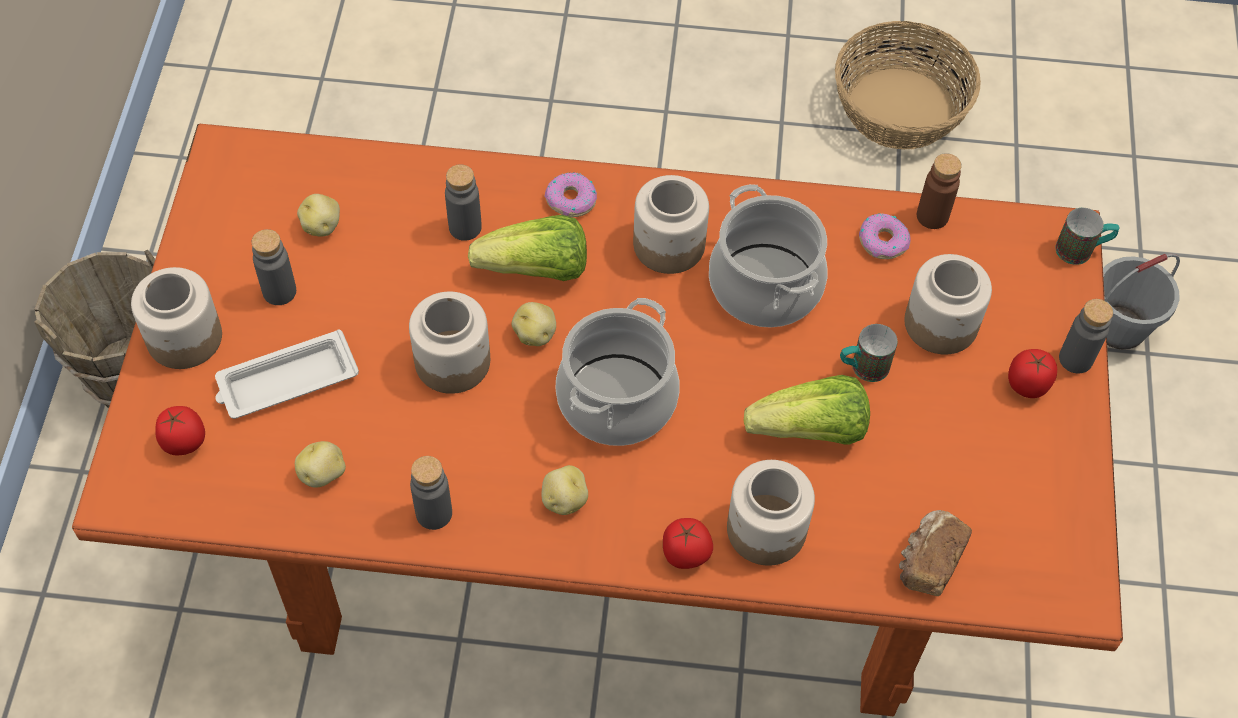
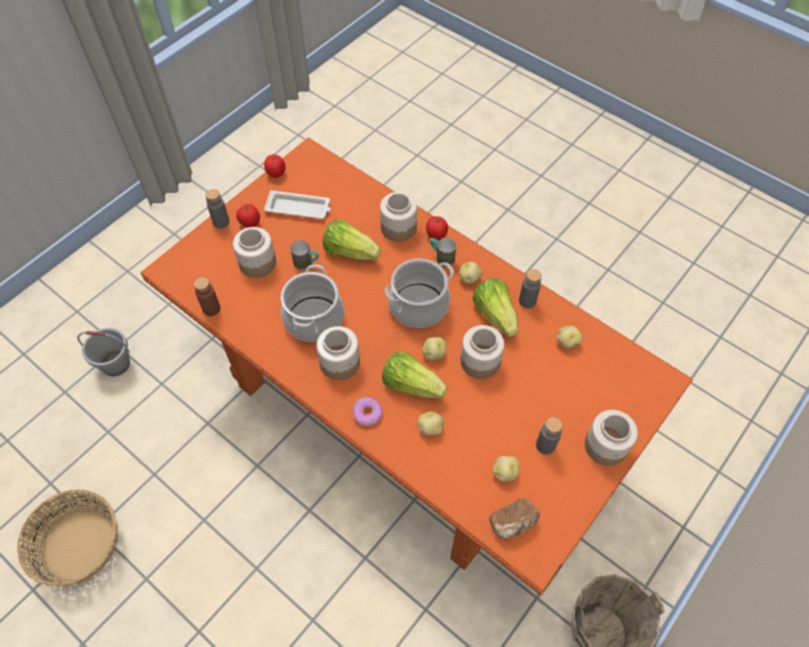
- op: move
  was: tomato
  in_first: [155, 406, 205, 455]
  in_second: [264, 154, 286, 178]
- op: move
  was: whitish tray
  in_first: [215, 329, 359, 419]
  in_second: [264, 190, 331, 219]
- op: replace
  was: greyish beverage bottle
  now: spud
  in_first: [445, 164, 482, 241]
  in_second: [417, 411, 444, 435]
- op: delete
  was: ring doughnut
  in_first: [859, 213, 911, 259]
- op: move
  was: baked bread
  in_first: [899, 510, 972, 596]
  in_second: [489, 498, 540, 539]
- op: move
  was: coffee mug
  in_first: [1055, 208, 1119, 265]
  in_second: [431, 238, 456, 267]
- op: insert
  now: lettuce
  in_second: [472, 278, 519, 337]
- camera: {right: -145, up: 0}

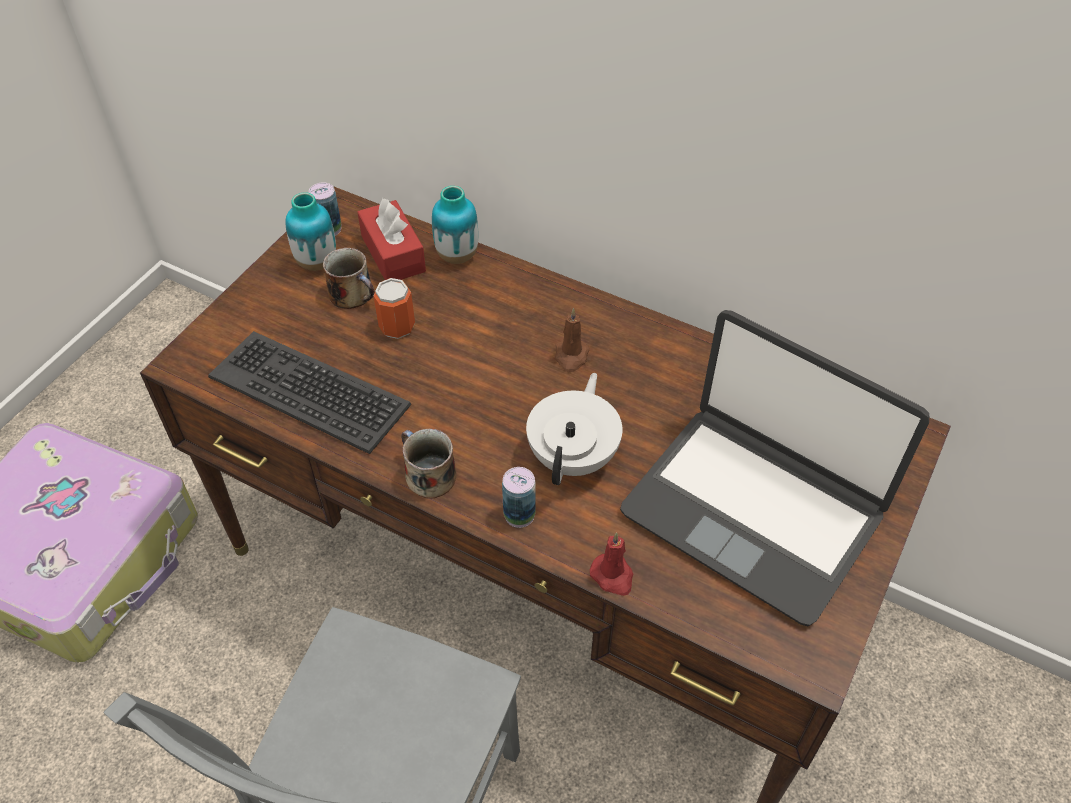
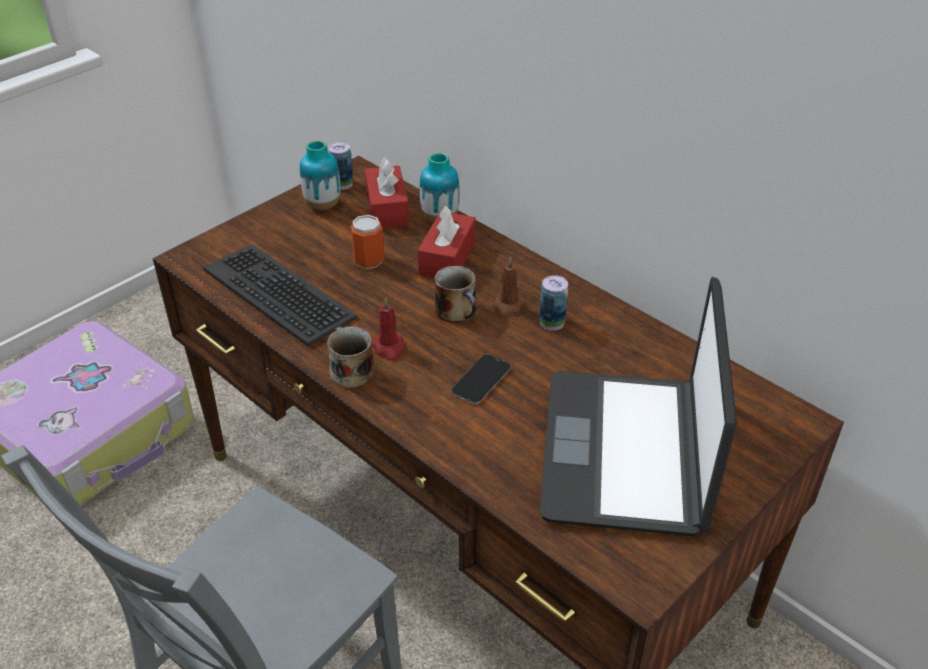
- op: move
  was: coffee mug
  in_first: [323, 248, 375, 309]
  in_second: [435, 266, 477, 323]
- op: move
  was: sealed can
  in_first: [502, 467, 536, 528]
  in_second: [539, 275, 568, 331]
- op: replace
  was: whitish pot for tea
  now: telephone
  in_first: [526, 373, 623, 485]
  in_second: [451, 355, 510, 404]
- op: move
  was: red candle
  in_first: [590, 532, 634, 596]
  in_second: [371, 297, 405, 361]
- op: rotate
  was: notebook computer
  in_first: [620, 310, 929, 626]
  in_second: [540, 277, 737, 536]
  clockwise: 45
- op: insert
  now: red tissue holder
  in_second: [418, 206, 476, 279]
- camera: {right: 15, up: -10}

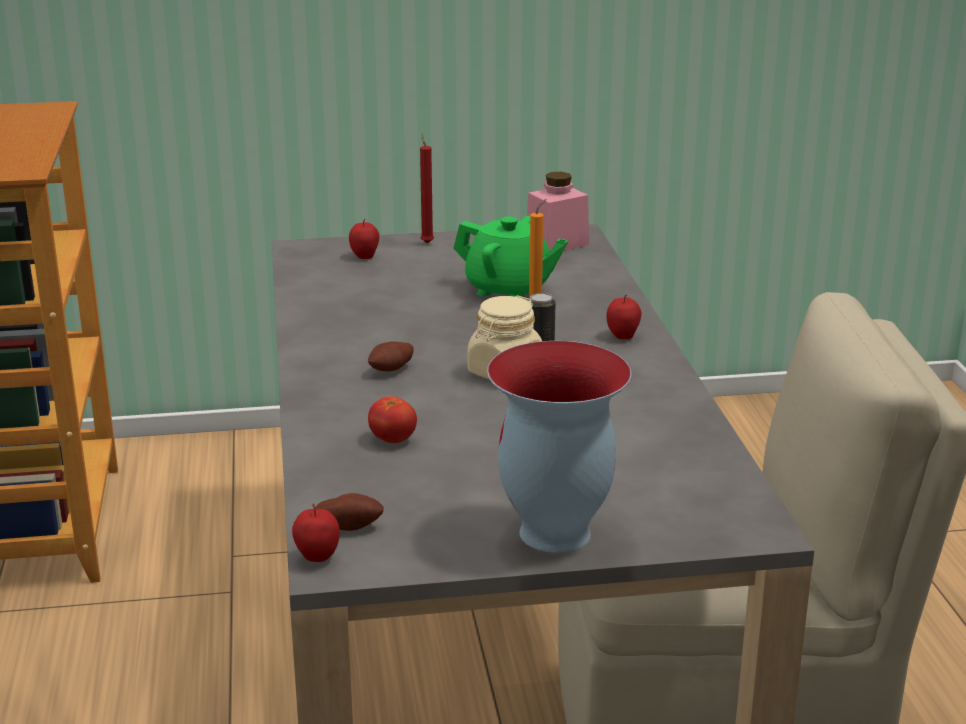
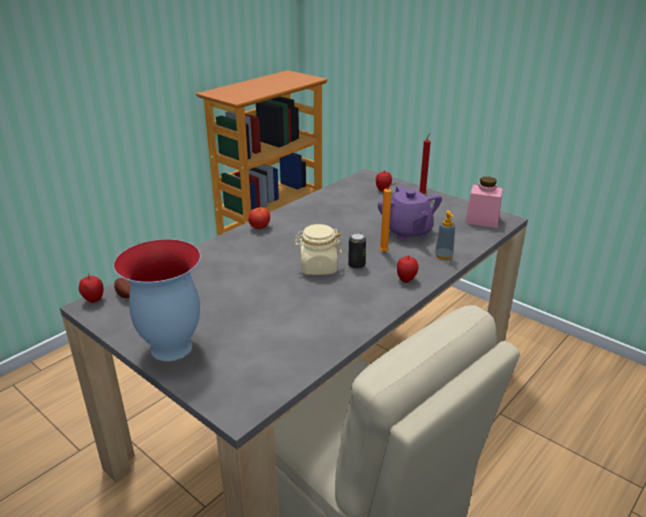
- op: delete
  was: spud
  in_first: [368, 342, 414, 371]
- op: move
  was: tomato
  in_first: [368, 396, 417, 443]
  in_second: [248, 207, 270, 229]
- op: recolor
  was: green-coloured pot for tea
  now: purple pot for tea
  in_first: [453, 215, 568, 297]
  in_second: [378, 185, 442, 240]
- op: insert
  now: soap dispenser
  in_second: [435, 210, 456, 259]
- camera: {right: 50, up: 5}

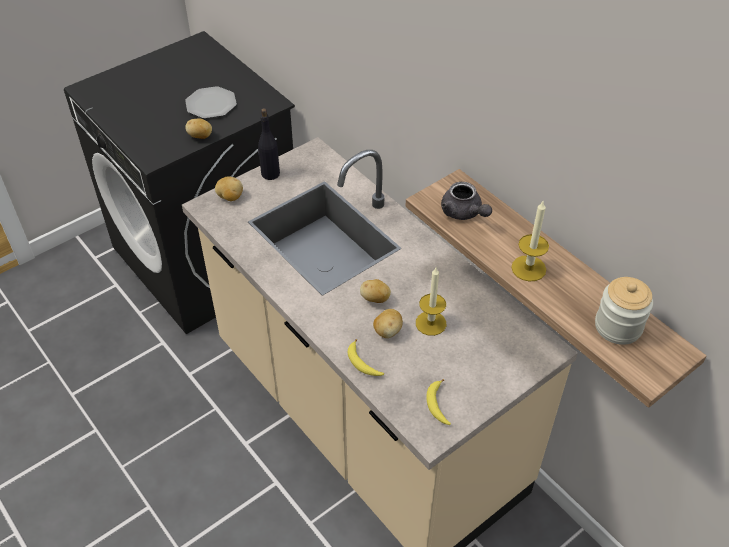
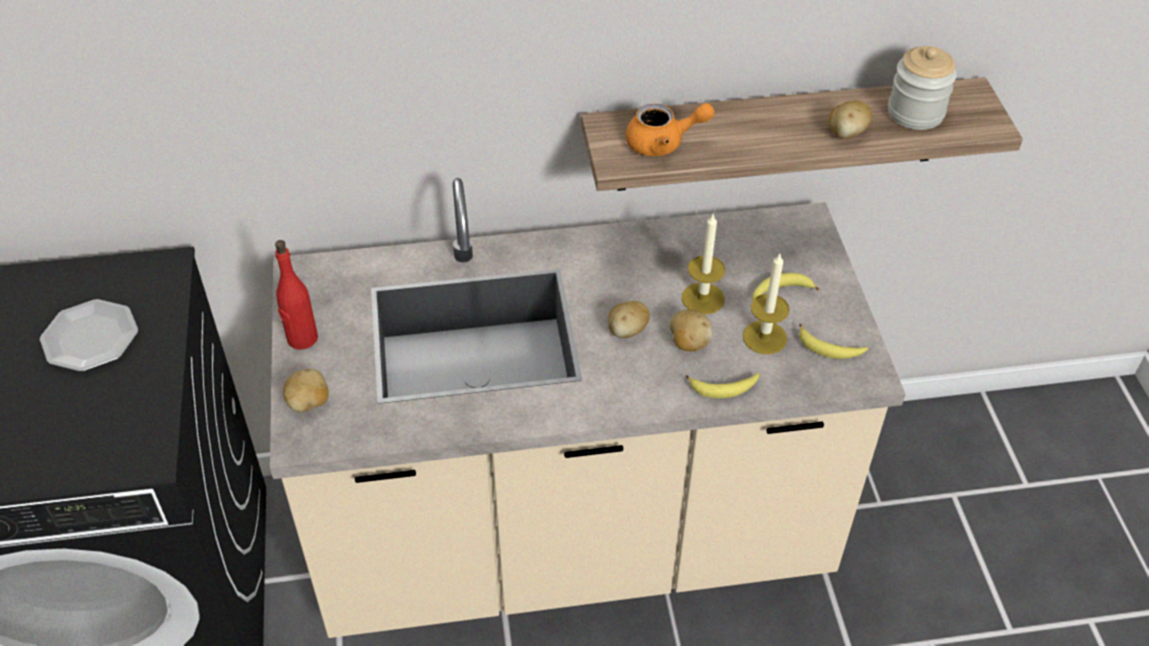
- op: move
  was: spud
  in_first: [185, 118, 212, 139]
  in_second: [828, 100, 872, 139]
- op: recolor
  was: blackish beverage bottle
  now: red beverage bottle
  in_first: [258, 108, 280, 180]
  in_second: [275, 240, 318, 350]
- op: recolor
  was: greyish pot for tea
  now: orange-coloured pot for tea
  in_first: [441, 182, 492, 220]
  in_second: [626, 103, 715, 156]
- op: move
  was: candle
  in_first: [511, 201, 549, 282]
  in_second: [743, 254, 789, 354]
- op: insert
  now: whole banana
  in_second: [752, 273, 819, 299]
- camera: {right: -60, up: 0}

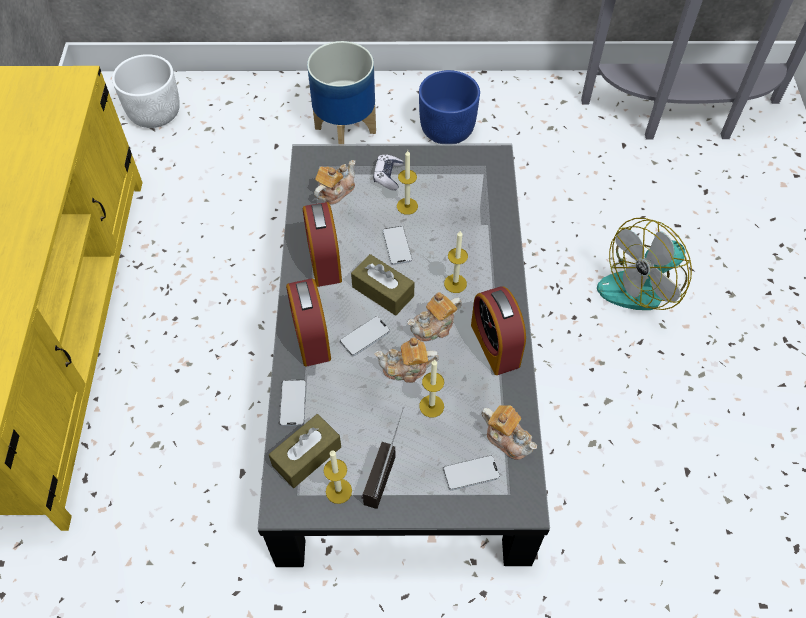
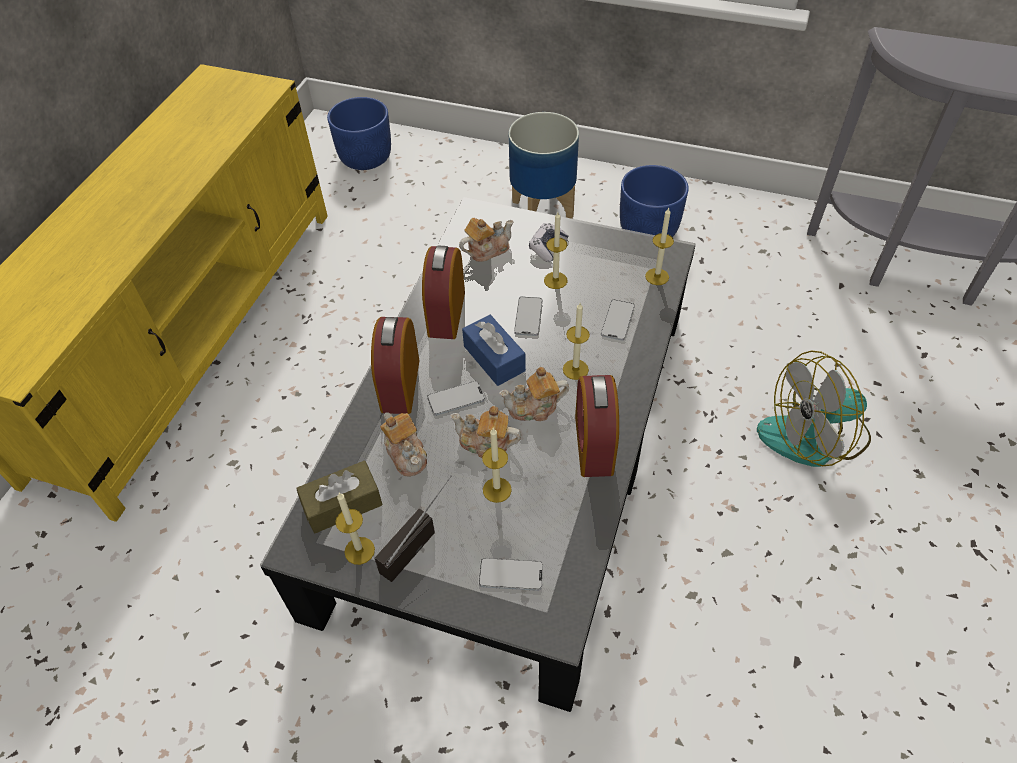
- op: recolor
  was: whitish planter
  now: blue-coloured planter
  in_first: [112, 54, 180, 128]
  in_second: [327, 97, 391, 170]
- op: move
  was: telephone
  in_first: [279, 380, 306, 426]
  in_second: [601, 299, 635, 341]
- op: recolor
  was: brown-coloured tissue holder
  now: blue-coloured tissue holder
  in_first: [351, 254, 414, 316]
  in_second: [462, 315, 526, 386]
- op: move
  was: pot for tea
  in_first: [481, 405, 537, 460]
  in_second: [380, 412, 427, 477]
- op: insert
  now: candle
  in_second: [645, 208, 674, 285]
- camera: {right: 20, up: -5}

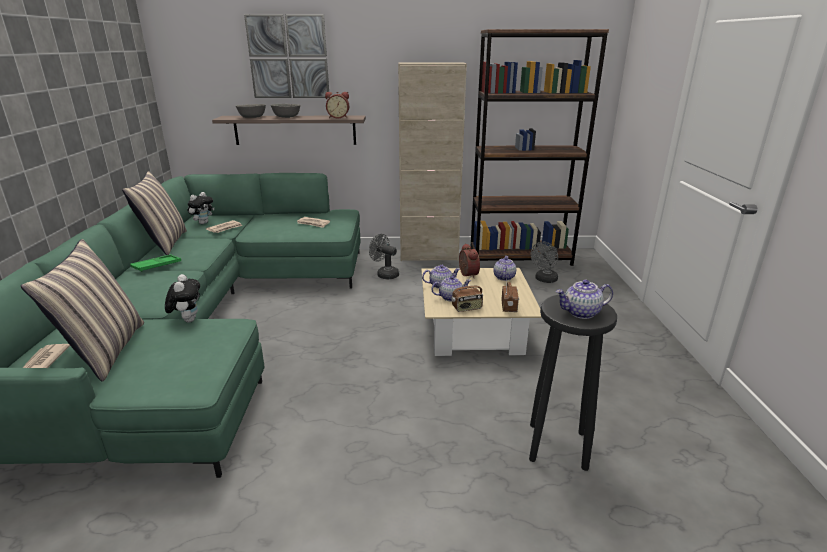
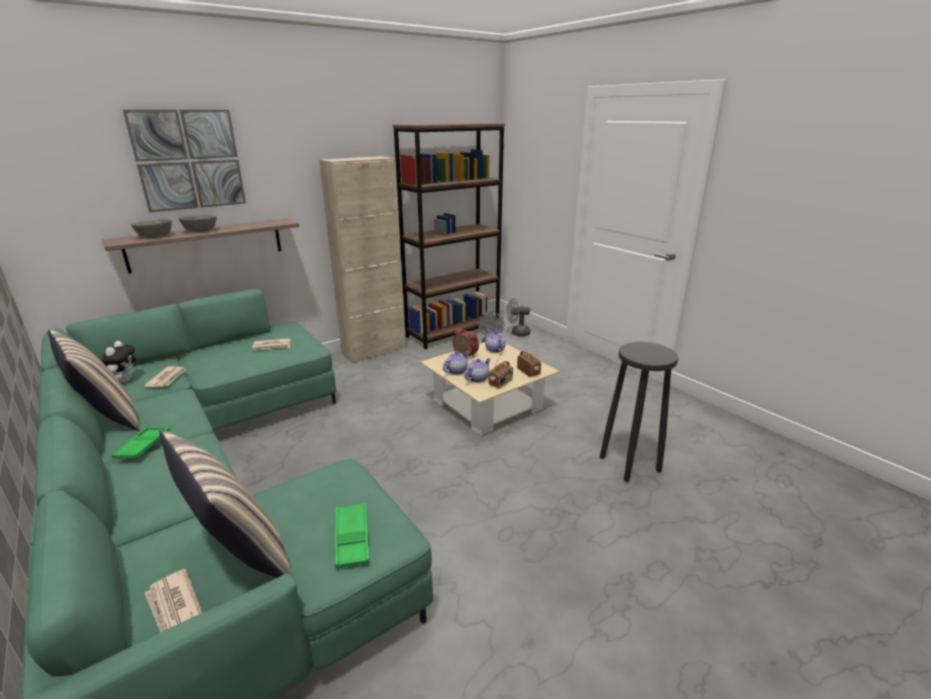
- op: delete
  was: cuddly toy
  in_first: [165, 274, 200, 323]
- op: delete
  was: table clock
  in_first: [325, 92, 349, 118]
- op: move
  was: greyish cooling fan
  in_first: [369, 234, 399, 280]
  in_second: [507, 299, 530, 336]
- op: delete
  was: pot for tea
  in_first: [556, 280, 613, 319]
- op: insert
  now: green-coloured tray
  in_second: [335, 503, 370, 568]
- camera: {right: -35, up: 0}

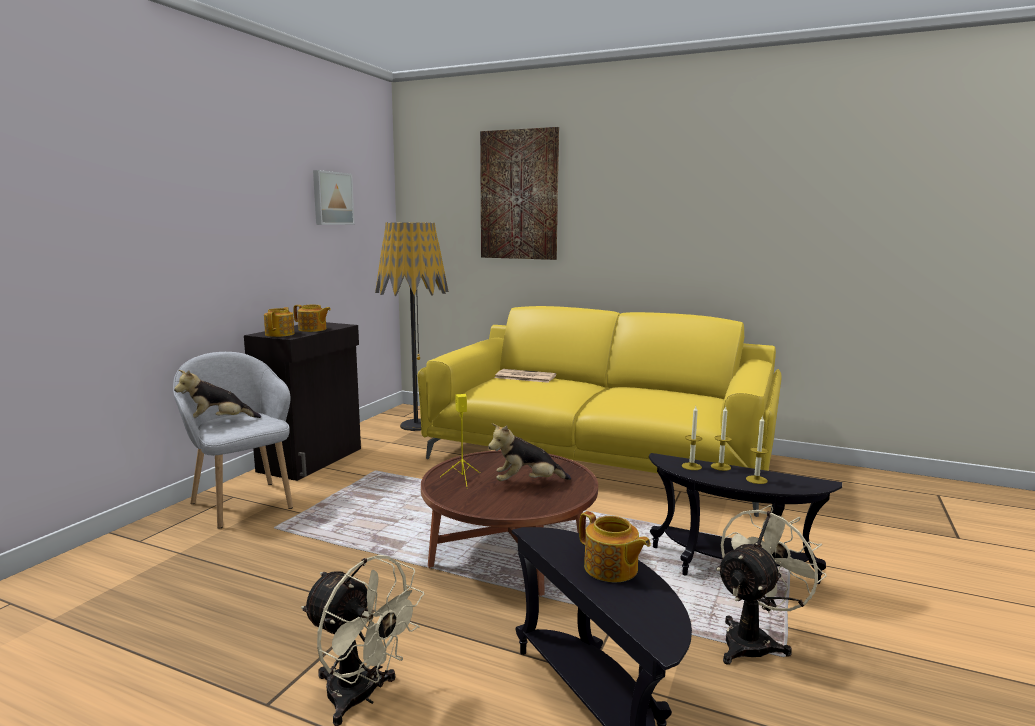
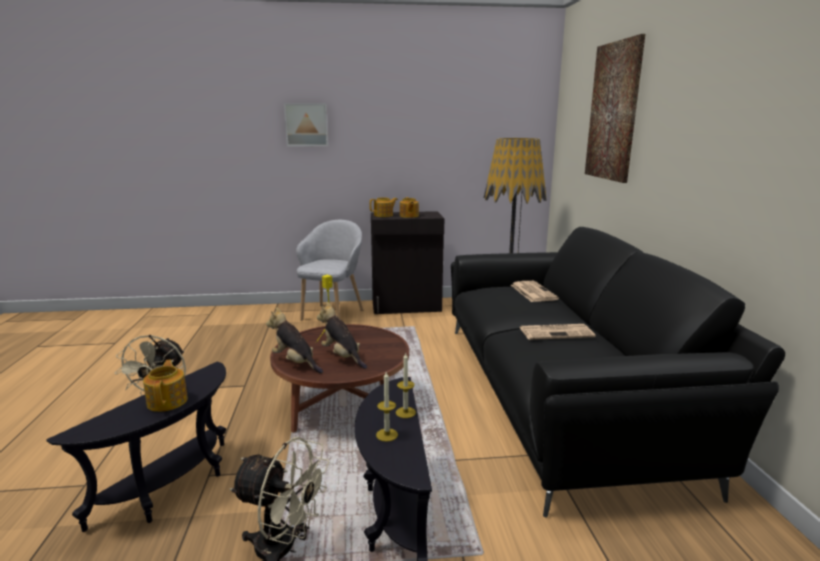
- op: move
  was: cuddly toy
  in_first: [174, 370, 261, 418]
  in_second: [266, 307, 323, 373]
- op: move
  was: picture
  in_first: [313, 170, 355, 225]
  in_second: [284, 103, 329, 147]
- op: recolor
  was: yellow-coloured settee
  now: blackish settee
  in_first: [418, 306, 782, 517]
  in_second: [451, 227, 785, 518]
- op: rotate
  was: pot for tea
  in_first: [579, 511, 651, 582]
  in_second: [143, 360, 188, 412]
  clockwise: 150
- op: delete
  was: candle
  in_first: [682, 406, 702, 470]
- op: insert
  now: daily paper
  in_second: [519, 324, 596, 340]
- camera: {right: 60, up: 5}

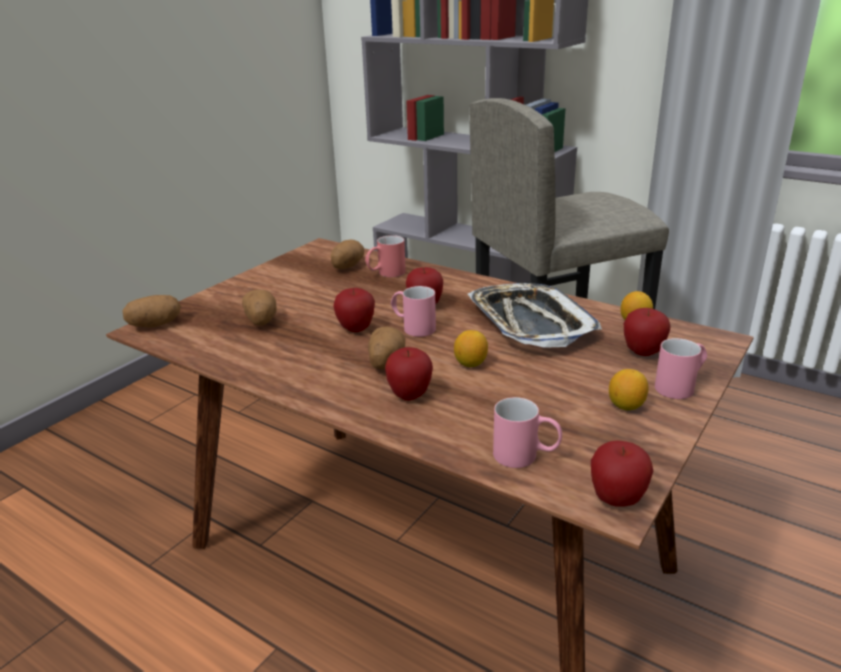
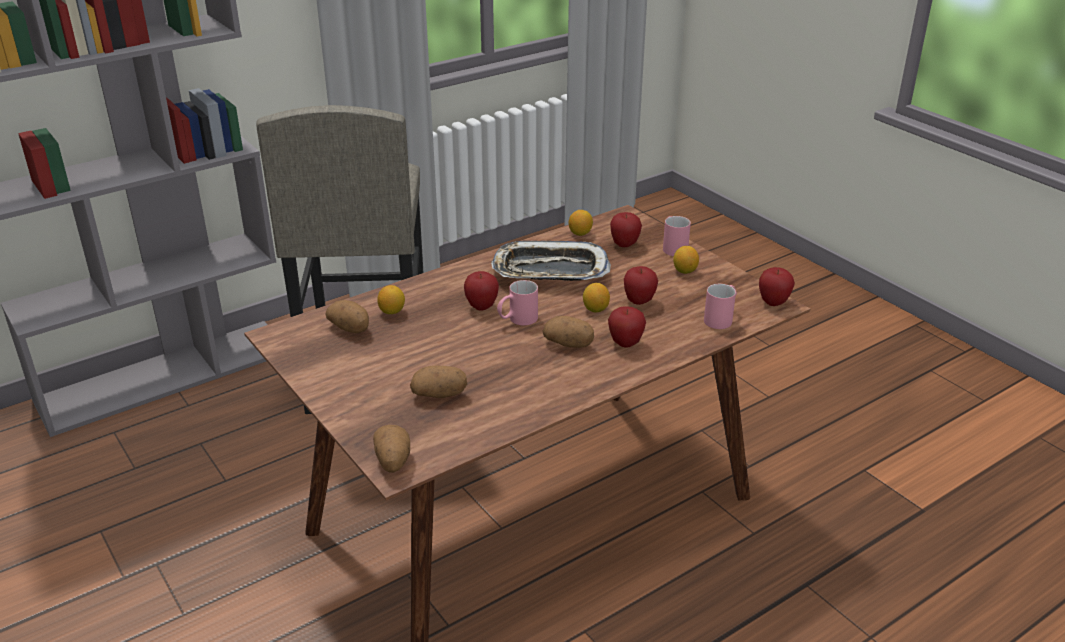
- op: move
  was: whole apple
  in_first: [333, 288, 375, 332]
  in_second: [624, 266, 658, 305]
- op: replace
  was: red coffee mug
  now: lemon
  in_first: [365, 235, 406, 277]
  in_second: [377, 285, 405, 314]
- camera: {right: -70, up: 5}

